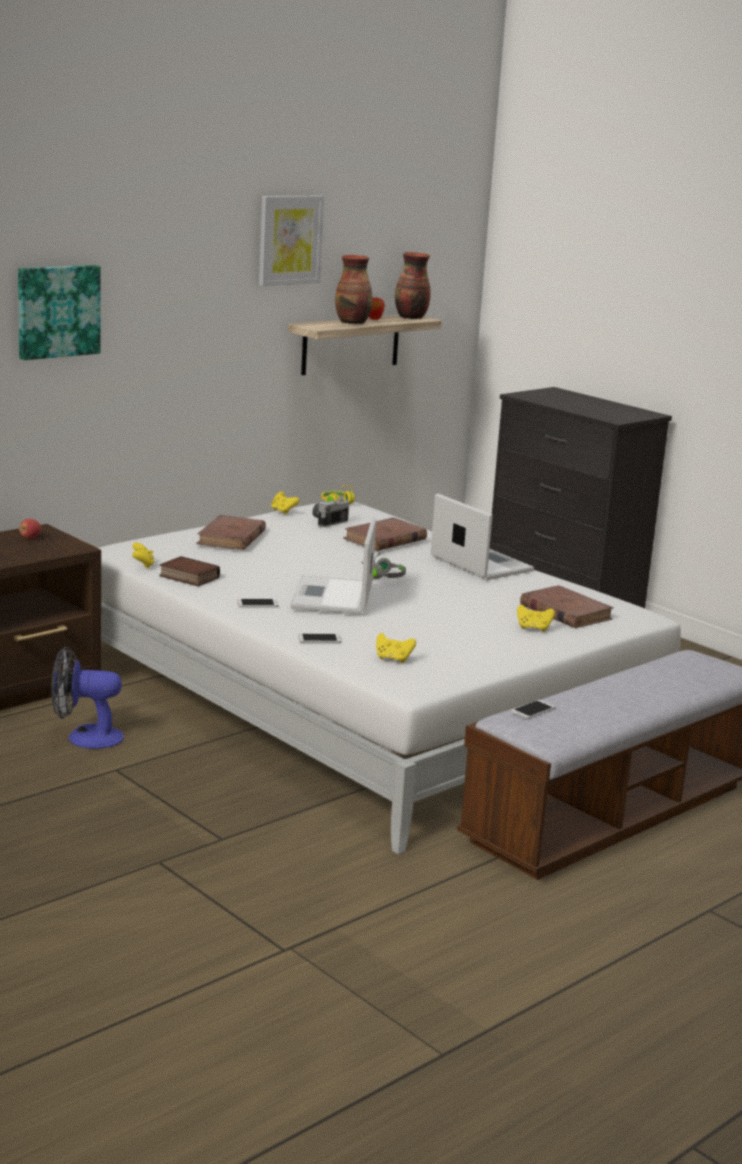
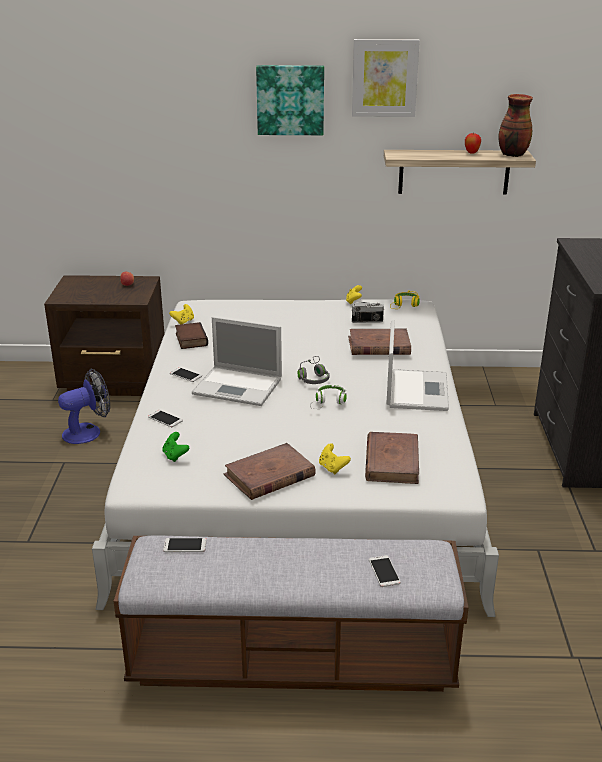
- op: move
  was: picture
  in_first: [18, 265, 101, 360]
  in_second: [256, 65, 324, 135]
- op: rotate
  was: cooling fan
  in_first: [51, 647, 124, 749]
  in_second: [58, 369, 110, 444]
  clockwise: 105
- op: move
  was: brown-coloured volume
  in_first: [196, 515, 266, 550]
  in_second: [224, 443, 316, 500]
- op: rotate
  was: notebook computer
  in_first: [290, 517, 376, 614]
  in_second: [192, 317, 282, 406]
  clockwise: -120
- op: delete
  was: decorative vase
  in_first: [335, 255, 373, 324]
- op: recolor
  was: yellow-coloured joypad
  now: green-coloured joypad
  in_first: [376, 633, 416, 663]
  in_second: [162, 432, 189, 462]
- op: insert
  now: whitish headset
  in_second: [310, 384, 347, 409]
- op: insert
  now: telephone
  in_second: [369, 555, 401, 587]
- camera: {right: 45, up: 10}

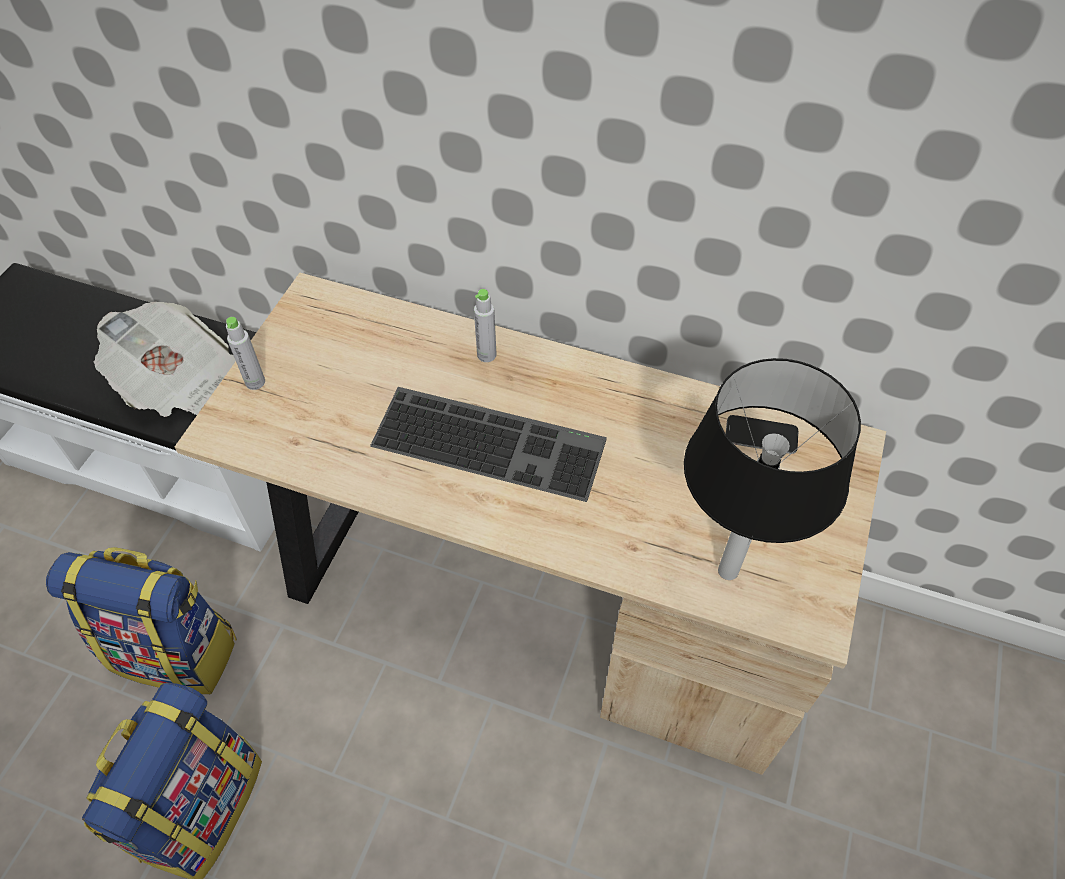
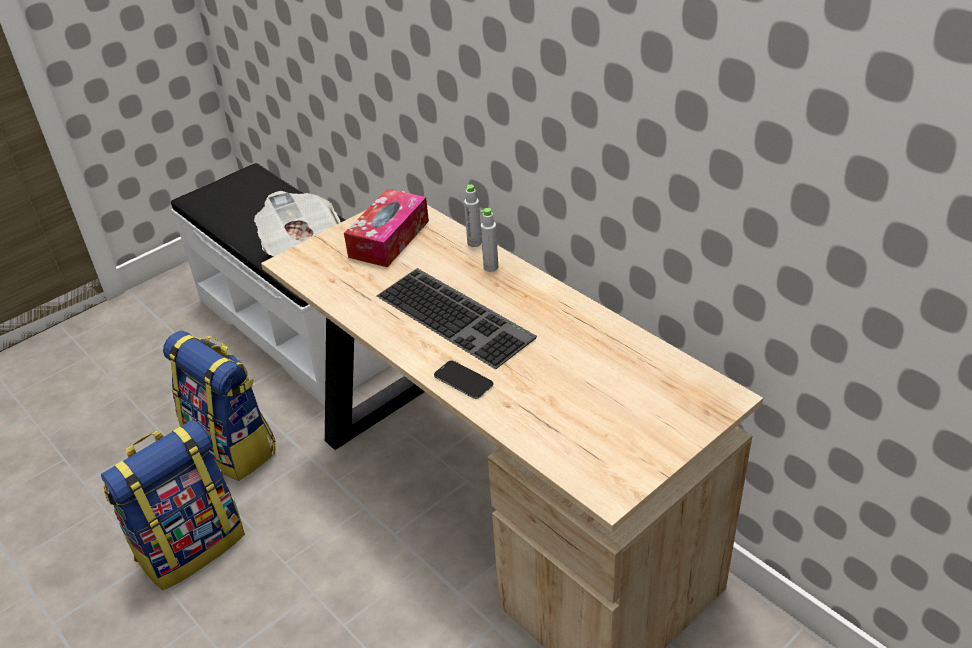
- op: move
  was: greyish beverage bottle
  in_first: [226, 317, 265, 390]
  in_second: [464, 185, 482, 247]
- op: delete
  was: table lamp
  in_first: [684, 358, 861, 580]
- op: move
  was: telephone
  in_first: [726, 415, 798, 454]
  in_second: [434, 361, 493, 399]
- op: insert
  now: tissue holder
  in_second: [344, 189, 429, 267]
- camera: {right: 30, up: -15}

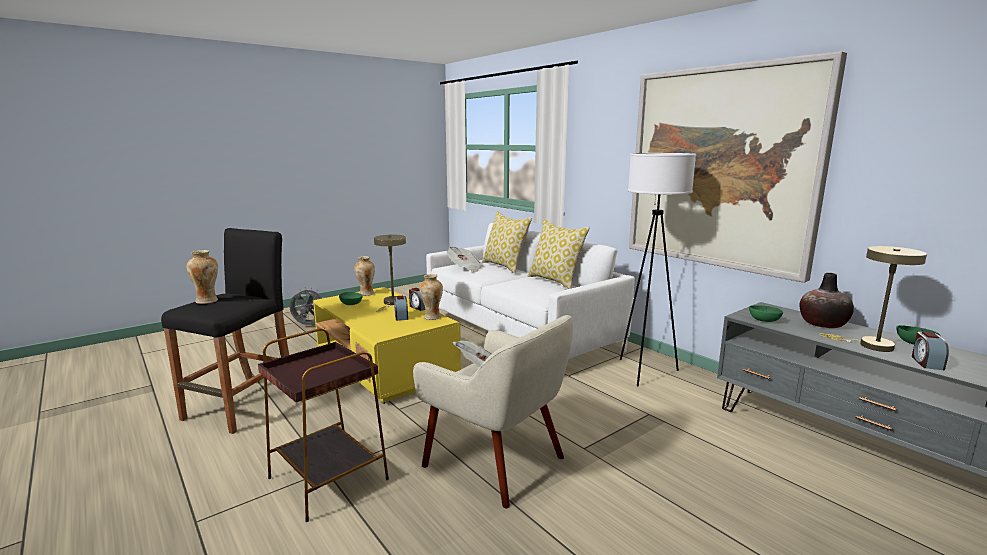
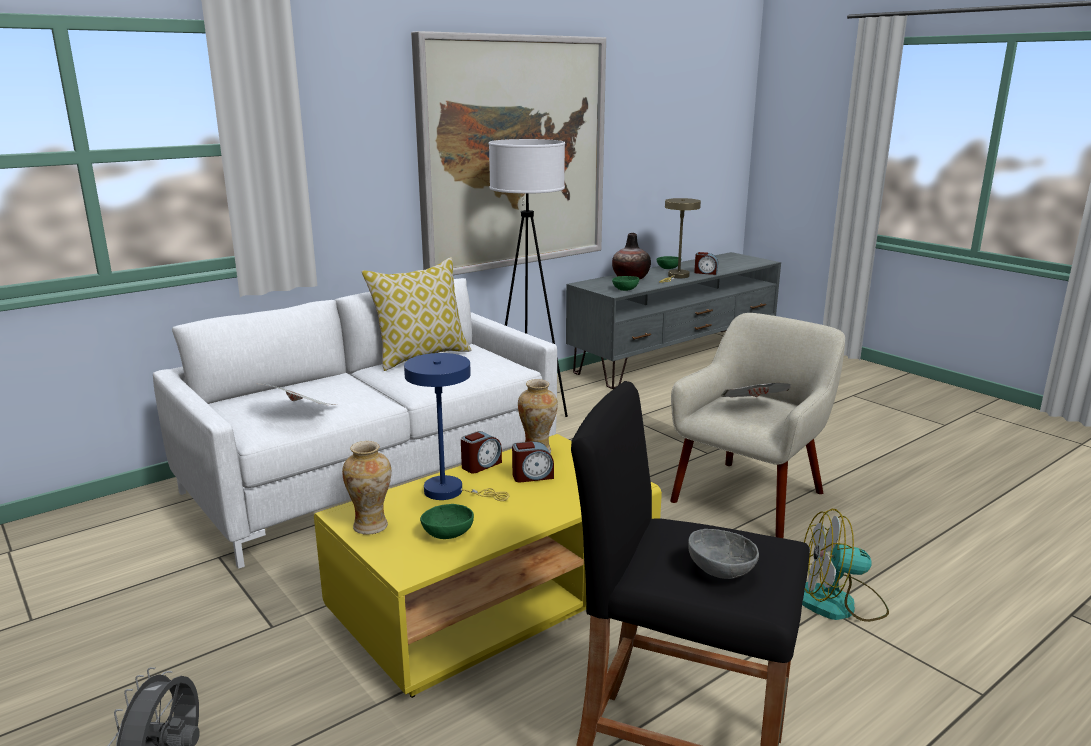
- op: replace
  was: decorative vase
  now: greyish deep dish
  in_first: [187, 250, 218, 304]
  in_second: [688, 529, 759, 579]
- op: replace
  was: brown-coloured side table
  now: cooling fan
  in_first: [258, 328, 389, 522]
  in_second: [802, 509, 889, 622]
- op: recolor
  was: beige-coloured table lamp
  now: blue-coloured table lamp
  in_first: [374, 235, 406, 312]
  in_second: [404, 353, 509, 501]
- op: delete
  was: pillow
  in_first: [482, 211, 532, 273]
- camera: {right: -90, up: 5}

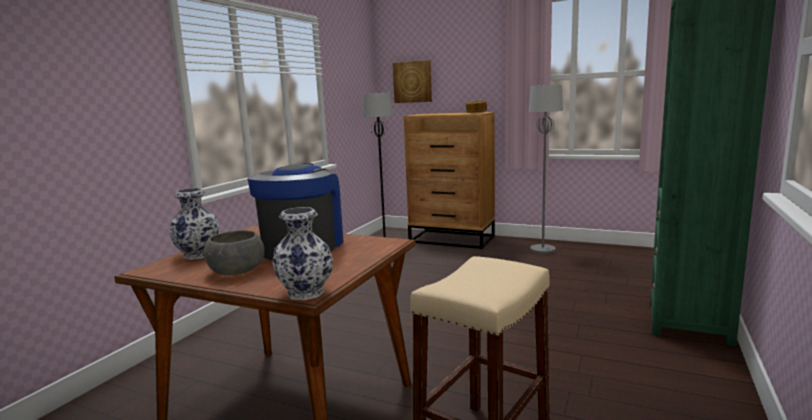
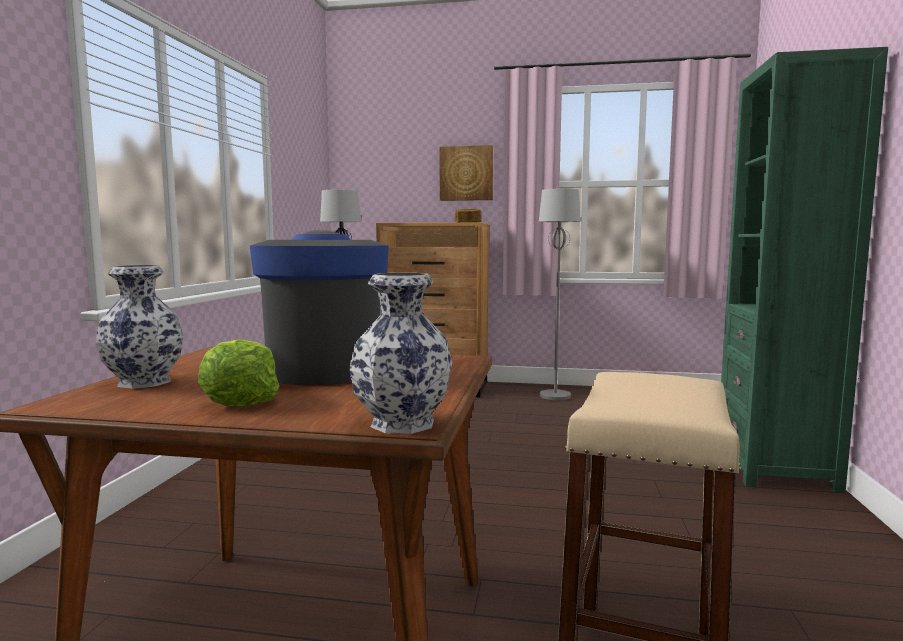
- op: replace
  was: greyish deep dish
  now: lettuce
  in_first: [204, 230, 265, 275]
  in_second: [198, 339, 279, 406]
- op: move
  was: picture
  in_first: [393, 60, 432, 103]
  in_second: [439, 145, 493, 201]
- camera: {right: -15, up: -5}

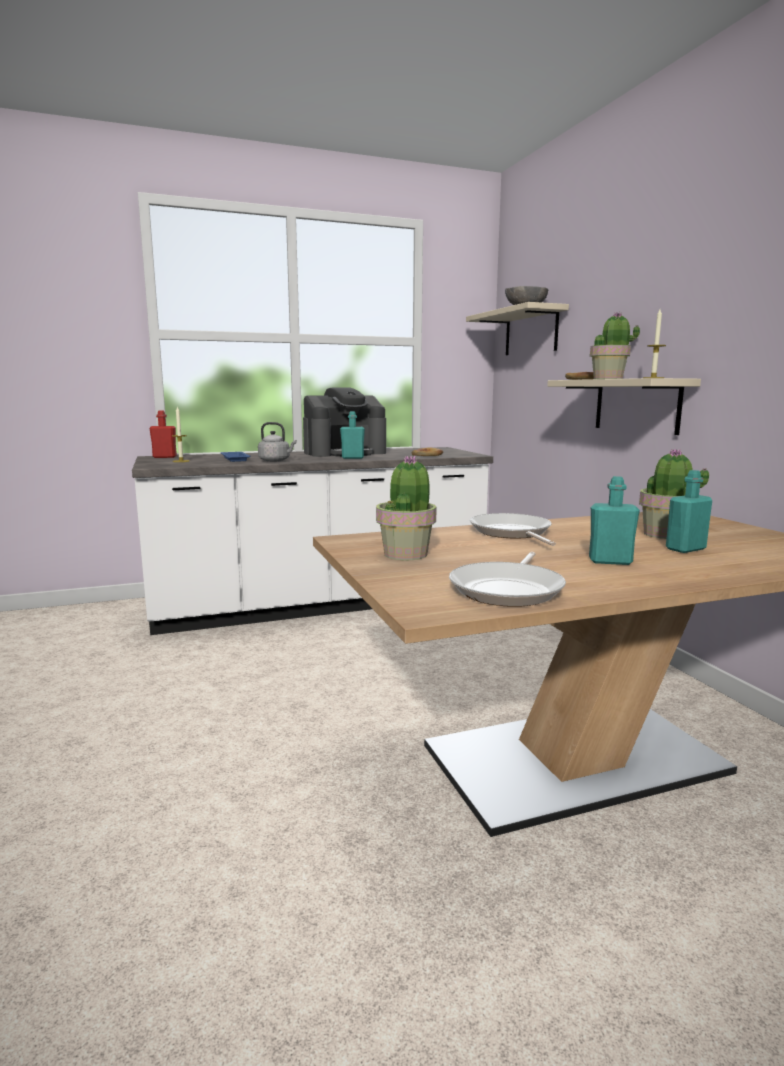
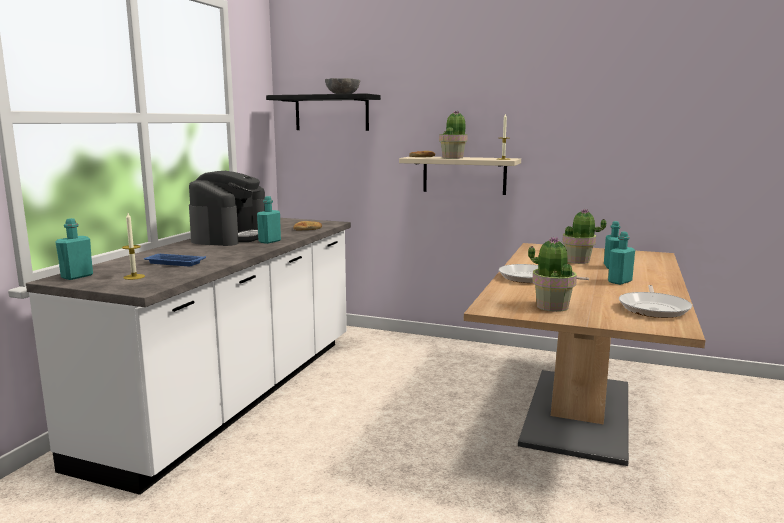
- op: recolor
  was: red beverage bottle
  now: blue-green beverage bottle
  in_first: [149, 411, 177, 458]
  in_second: [55, 218, 93, 280]
- op: delete
  was: greyish kettle
  in_first: [258, 422, 296, 462]
- op: rotate
  was: frying pan
  in_first: [449, 552, 566, 607]
  in_second: [619, 285, 692, 318]
  clockwise: 45
- op: recolor
  was: beige-coloured shelf
  now: blackish shelf
  in_first: [466, 302, 569, 355]
  in_second: [266, 93, 381, 131]
- camera: {right: -50, up: 0}

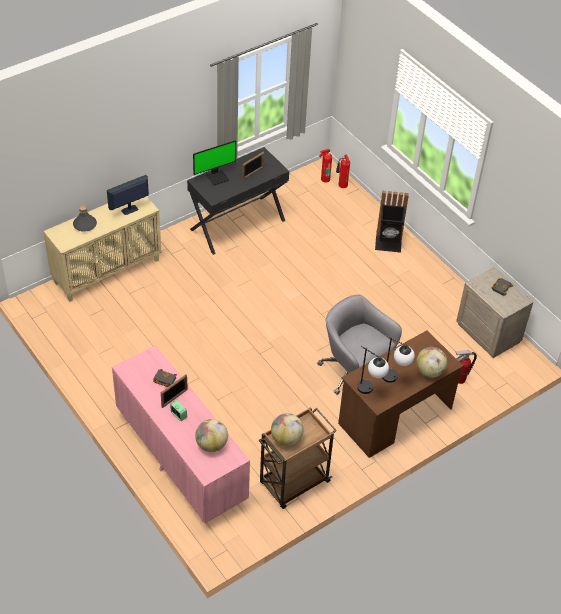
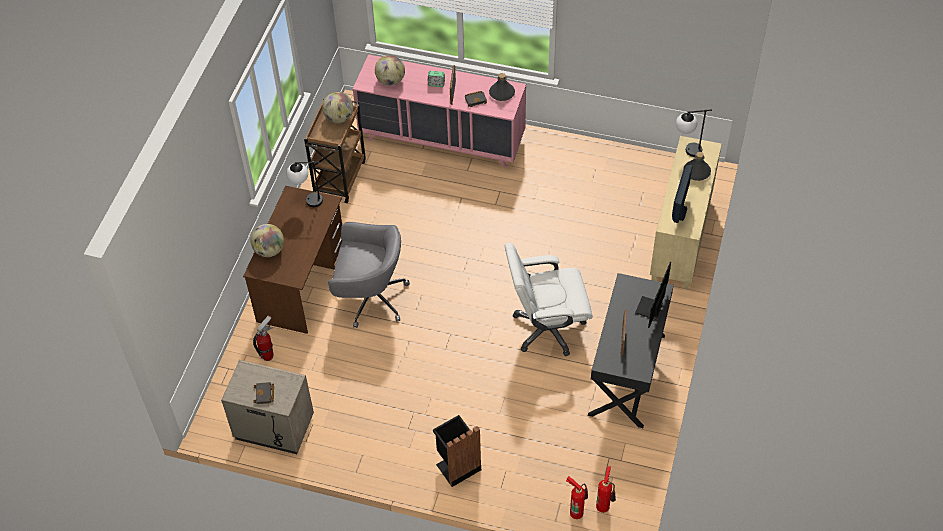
- op: move
  was: table lamp
  in_first: [382, 335, 415, 383]
  in_second: [676, 109, 712, 157]
- op: insert
  now: greyish beverage bottle
  in_second: [489, 73, 515, 101]
- op: insert
  now: whitish office chair
  in_second: [505, 243, 593, 356]
- camera: {right: 145, up: 5}

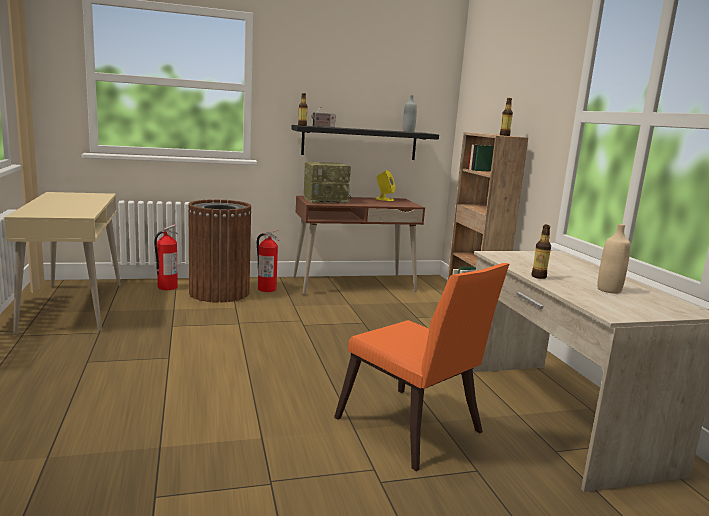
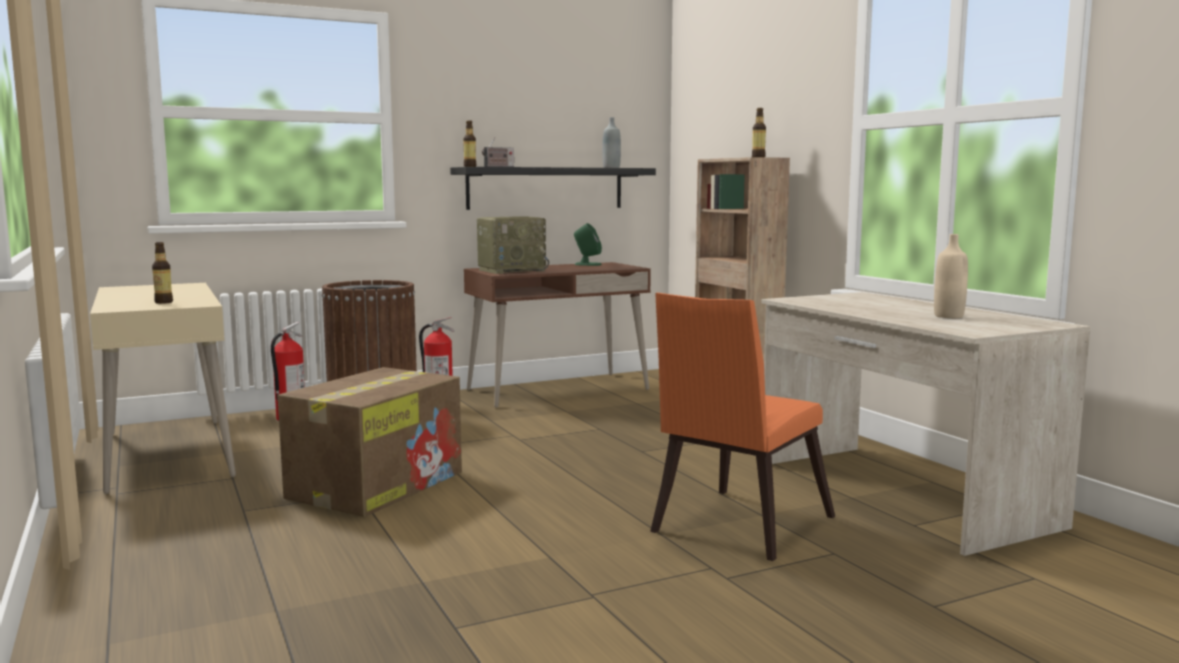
- op: rotate
  was: orange-coloured plain chair
  in_first: [334, 263, 509, 471]
  in_second: [650, 293, 835, 561]
  clockwise: 90
- op: recolor
  was: yellow-coloured audio speaker
  now: green-coloured audio speaker
  in_first: [375, 170, 396, 201]
  in_second: [574, 223, 602, 266]
- op: move
  was: beverage bottle
  in_first: [531, 225, 551, 279]
  in_second: [152, 242, 173, 304]
- op: insert
  now: carton
  in_second: [278, 367, 462, 517]
- camera: {right: -10, up: -5}

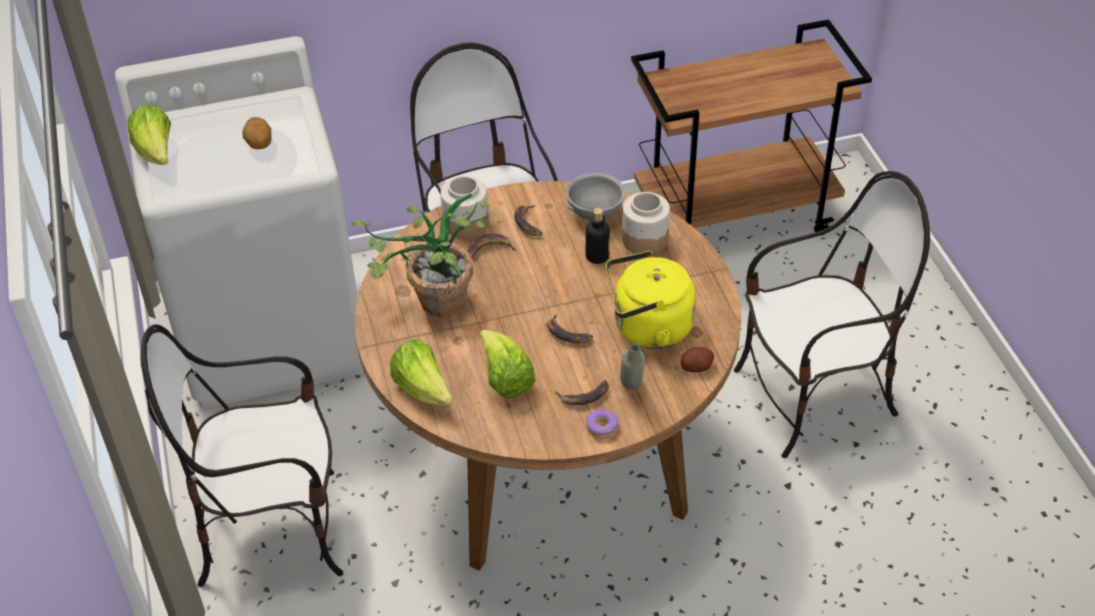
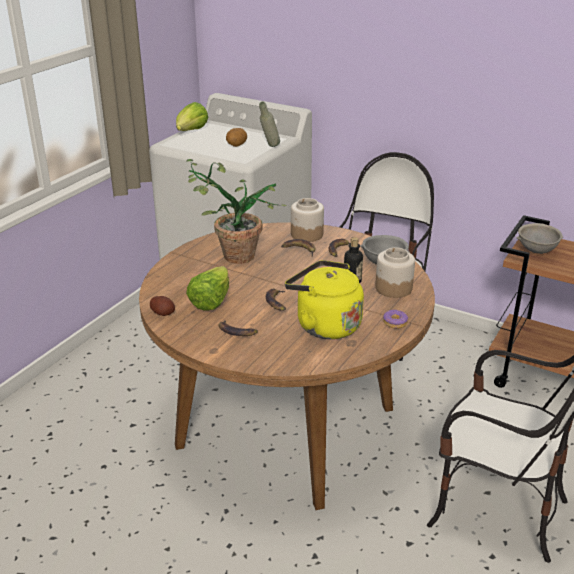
- op: delete
  was: plain chair
  in_first: [141, 324, 343, 587]
- op: delete
  was: lettuce
  in_first: [390, 339, 454, 406]
- op: move
  was: ring doughnut
  in_first: [586, 409, 619, 438]
  in_second: [383, 310, 409, 329]
- op: move
  was: greyish beverage bottle
  in_first: [620, 343, 645, 389]
  in_second: [259, 101, 280, 147]
- op: move
  was: spud
  in_first: [681, 347, 714, 372]
  in_second: [150, 296, 175, 316]
- op: insert
  now: greyish deep dish
  in_second: [517, 223, 563, 254]
- camera: {right: 45, up: -15}

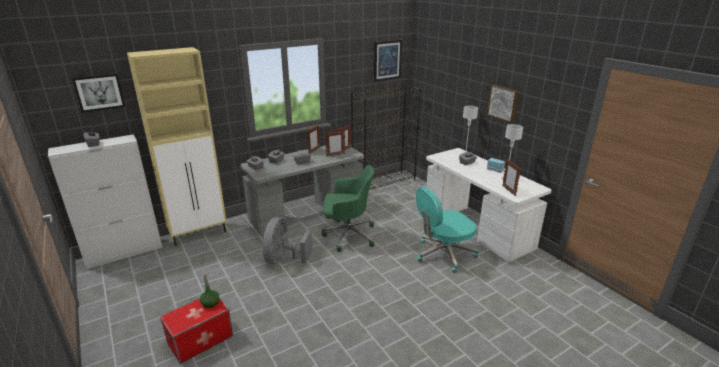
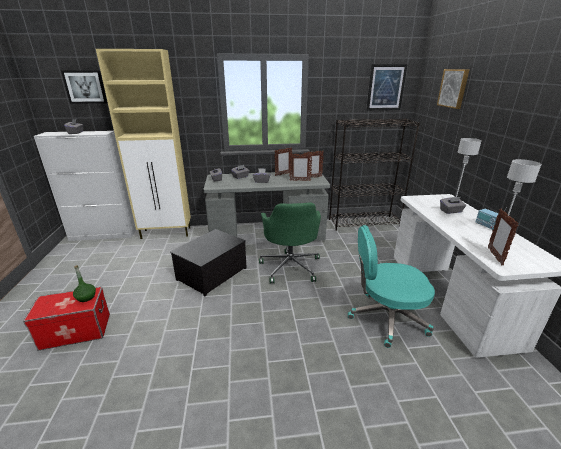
- op: replace
  was: greyish cooling fan
  now: storage container
  in_first: [263, 217, 312, 265]
  in_second: [170, 229, 247, 296]
- op: rotate
  was: green-coloured office chair
  in_first: [322, 165, 374, 252]
  in_second: [259, 202, 321, 283]
  clockwise: 60
- op: move
  was: picture
  in_first: [487, 84, 519, 123]
  in_second: [437, 69, 469, 109]
- camera: {right: 25, up: 0}

